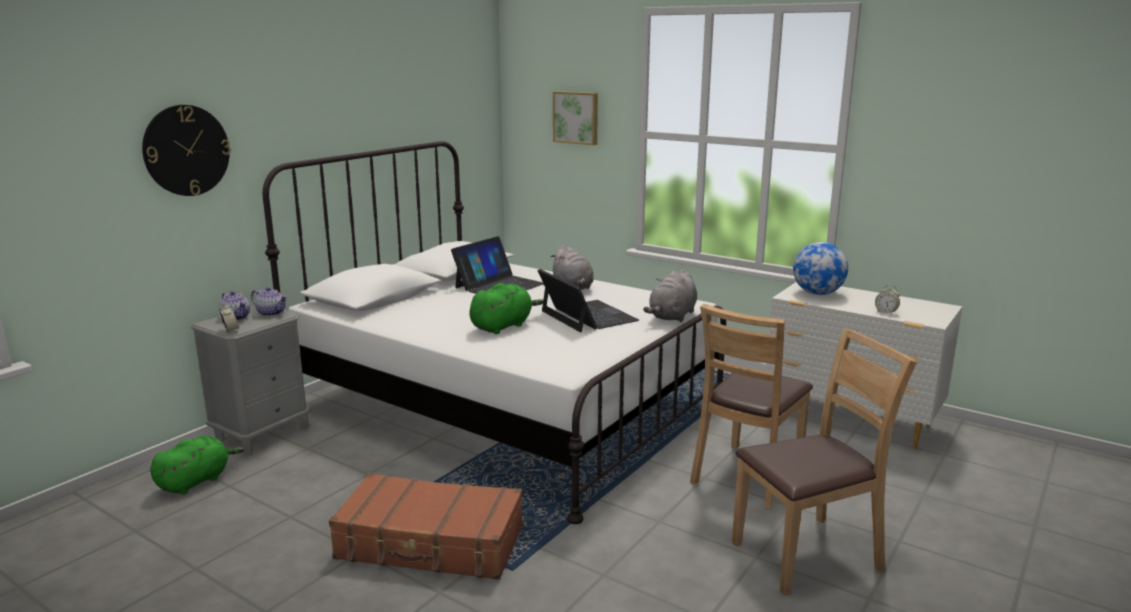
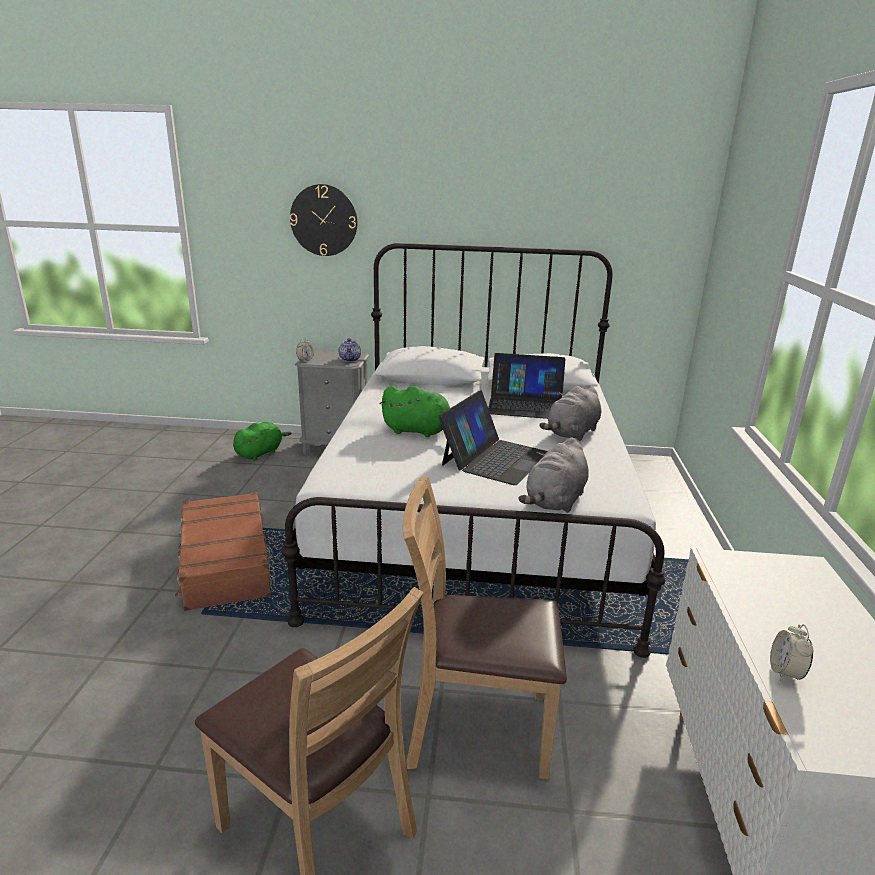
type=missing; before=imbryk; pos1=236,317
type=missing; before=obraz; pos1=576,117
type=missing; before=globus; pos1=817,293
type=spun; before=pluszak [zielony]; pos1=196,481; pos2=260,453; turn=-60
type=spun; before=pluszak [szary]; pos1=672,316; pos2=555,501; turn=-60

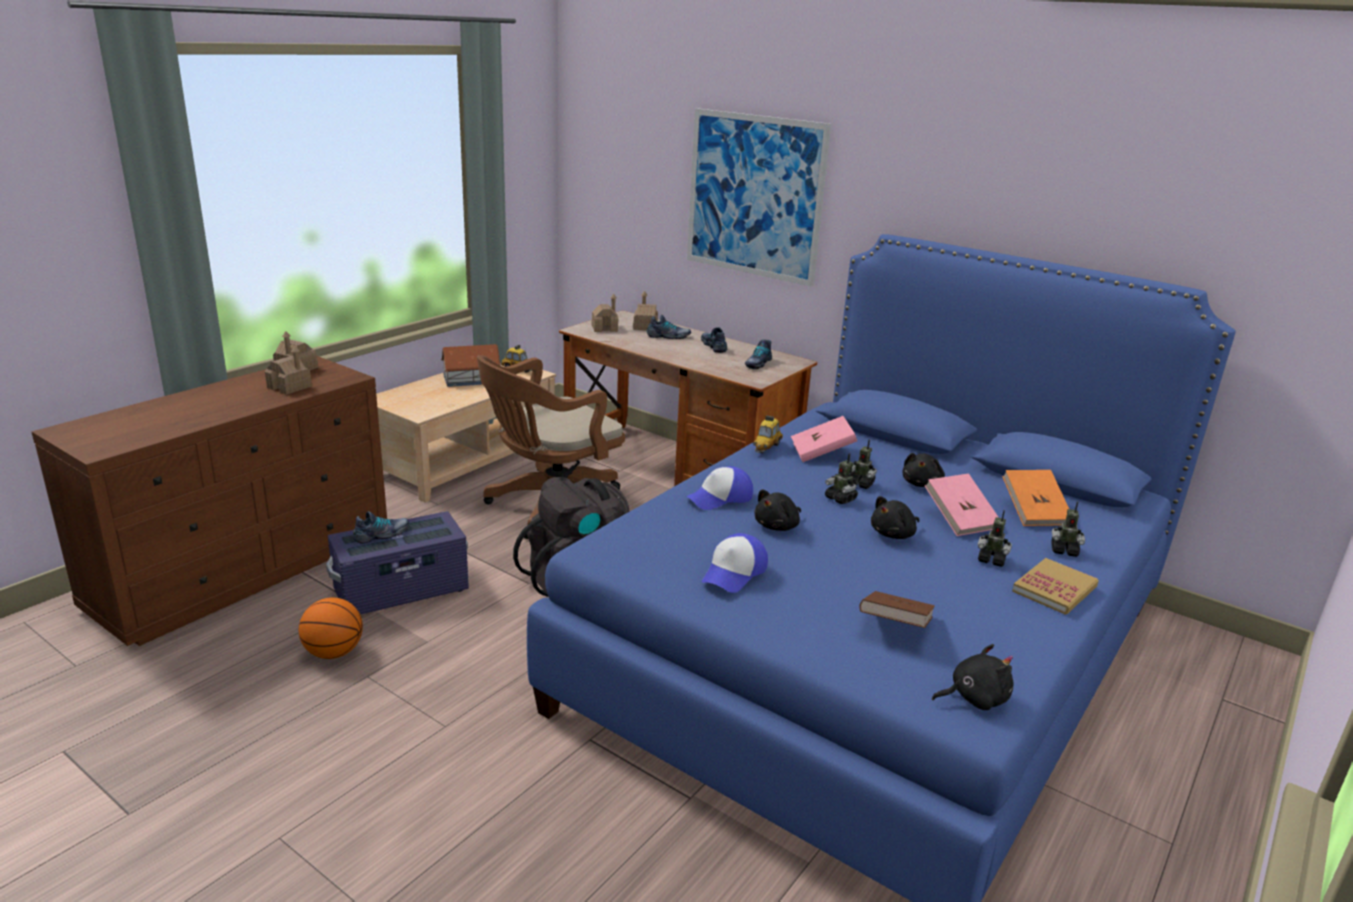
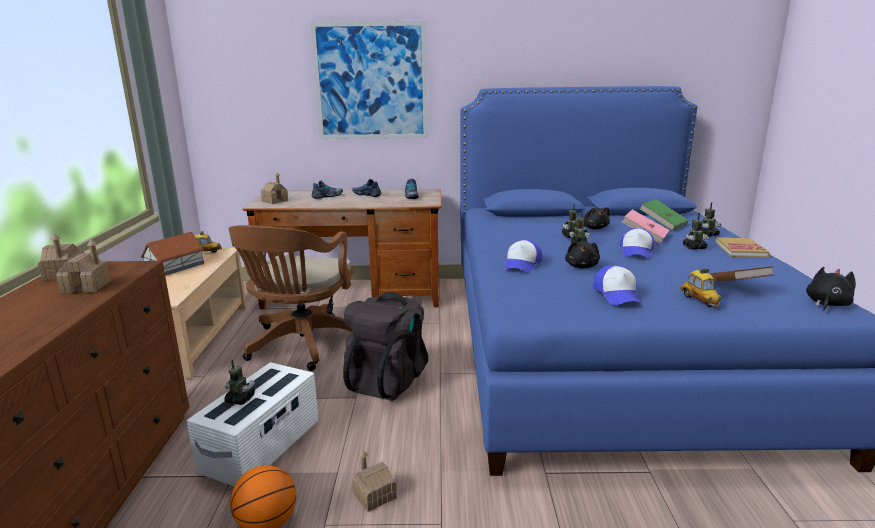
type=missing; before=książka [różowy]; pos1=821,453
type=relocated; before=domek; pos1=645,327; pos2=374,495
type=relocated; before=samochodzik; pos1=766,447; pos2=699,301
type=exchanged; before=but; after=robot zabawkowy; pos1=382,535; pos2=240,399
type=exchanged; before=pluszak [czarny]; after=czapka z daszkiem; pos1=894,534; pos2=636,251
type=colour; before=pojemnik do przechowywania [fioletowy]; after=pojemnik do przechowywania [biały]; pos1=402,591; pos2=262,447
type=colour; before=książka [pomarańczowy]; after=książka [zielony]; pos1=1034,512; pos2=662,225

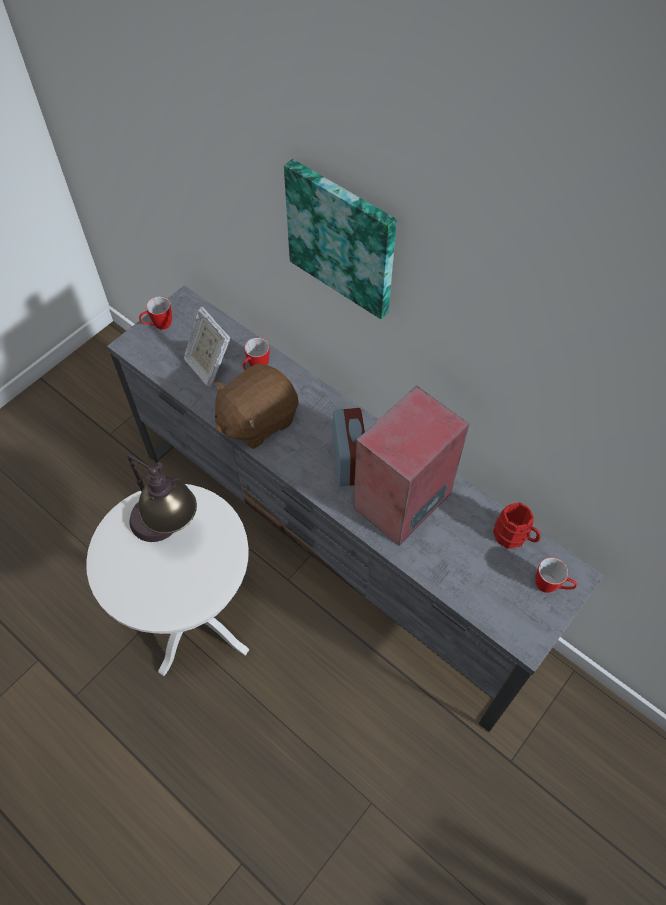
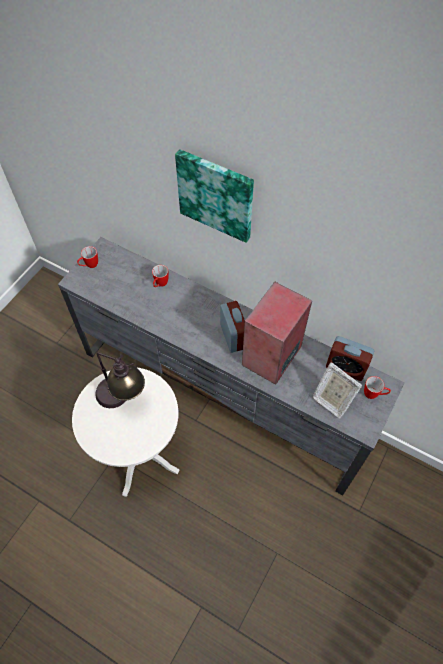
type=missing; before=pluszak [brązowy]; pos1=257,420
type=relocated; before=ramka na zdjęcie; pos1=209,365; pos2=331,400
type=exchanged; before=kubek [czerwony]; after=budzik; pos1=514,537; pos2=345,367

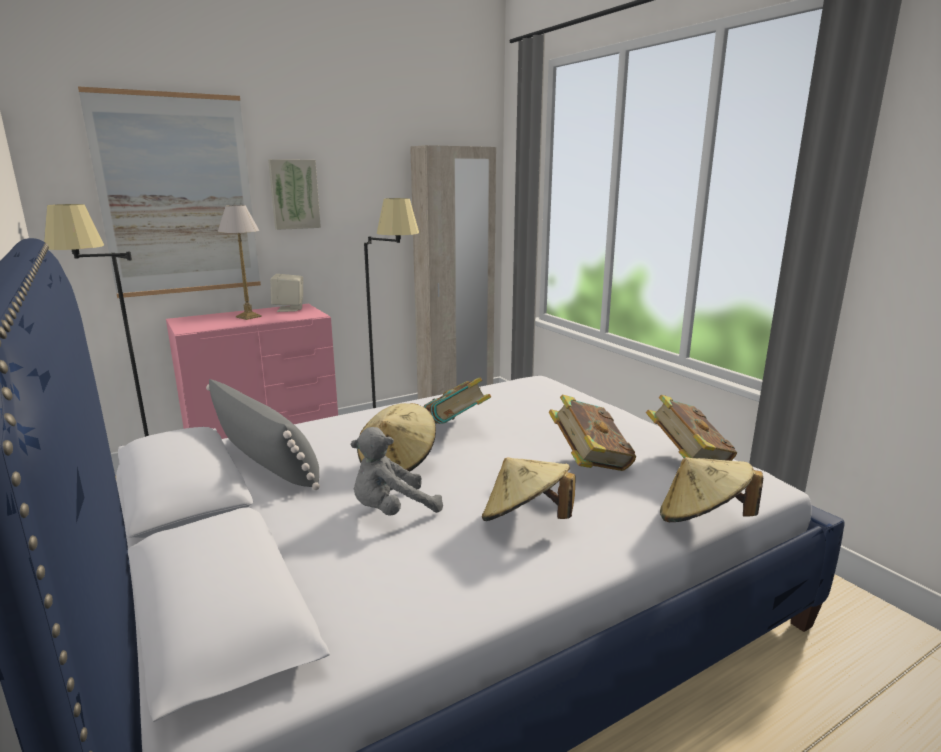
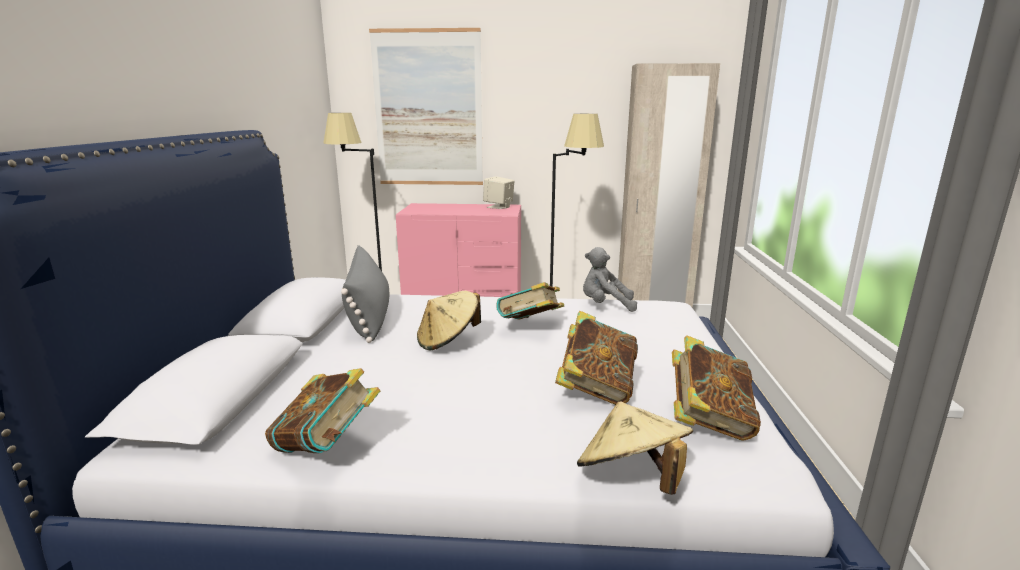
type=missing; before=lampa stołowa; pos1=248,317
type=missing; before=obraz; pos1=294,194
type=missing; before=kapelusz [beżowy]; pos1=525,520
type=appeared; after=książka; pos2=327,447
type=relocated; before=pluszak [szary]; pos1=392,510; pos2=605,305

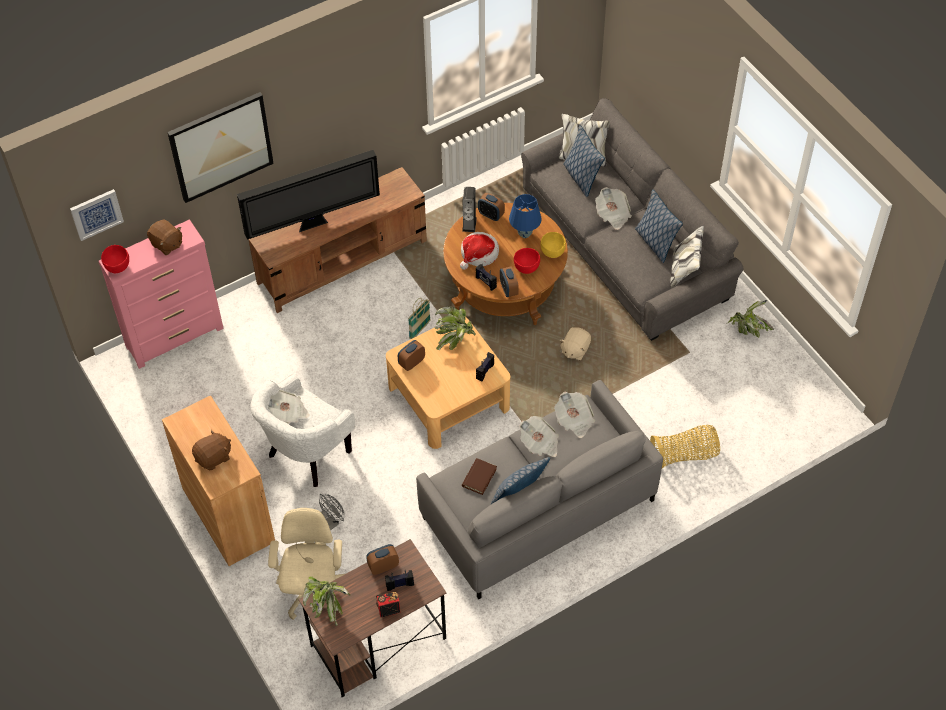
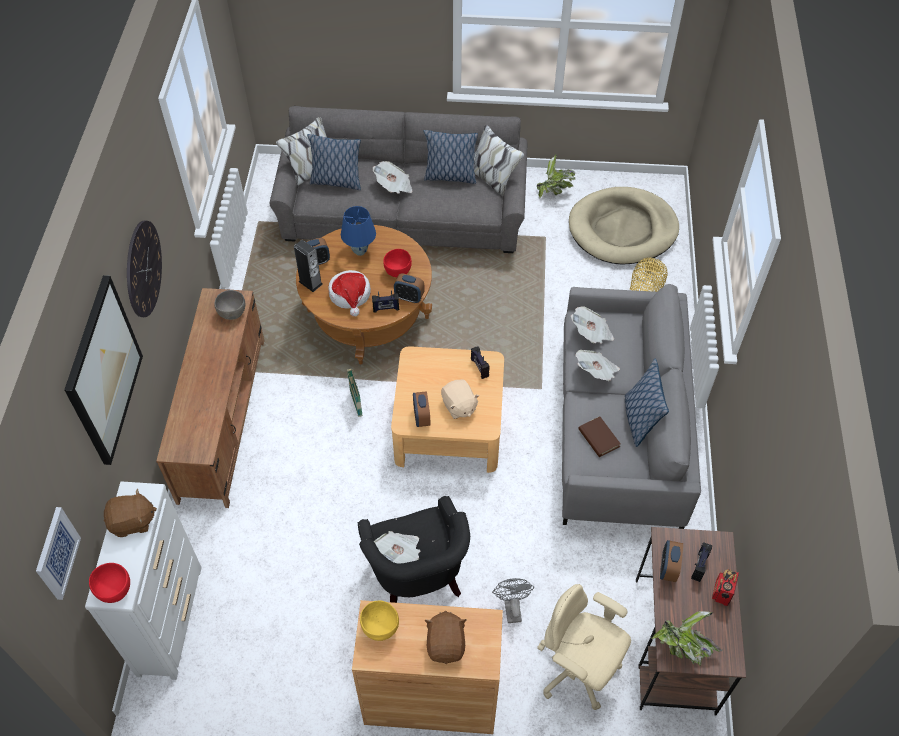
type=missing; before=telewizor; pos1=314,223
type=missing; before=roślina doniczkowa; pos1=454,338
type=appeared; after=zegar ścienny; pos2=143,269
type=appeared; after=miska [szary]; pos2=232,313
type=appeared; after=legowisko [beżowy]; pos2=622,229
type=relocated; before=miska [żółty]; pos1=552,252; pos2=380,628
type=relocated; before=pluszak [beżowy]; pos1=575,350; pos2=459,406
type=colour; before=komoda [różowy]; after=komoda [biały]; pos1=175,337; pos2=170,619
type=colour; before=fotel [biały]; after=fotel [czarny]; pos1=306,456; pos2=418,582

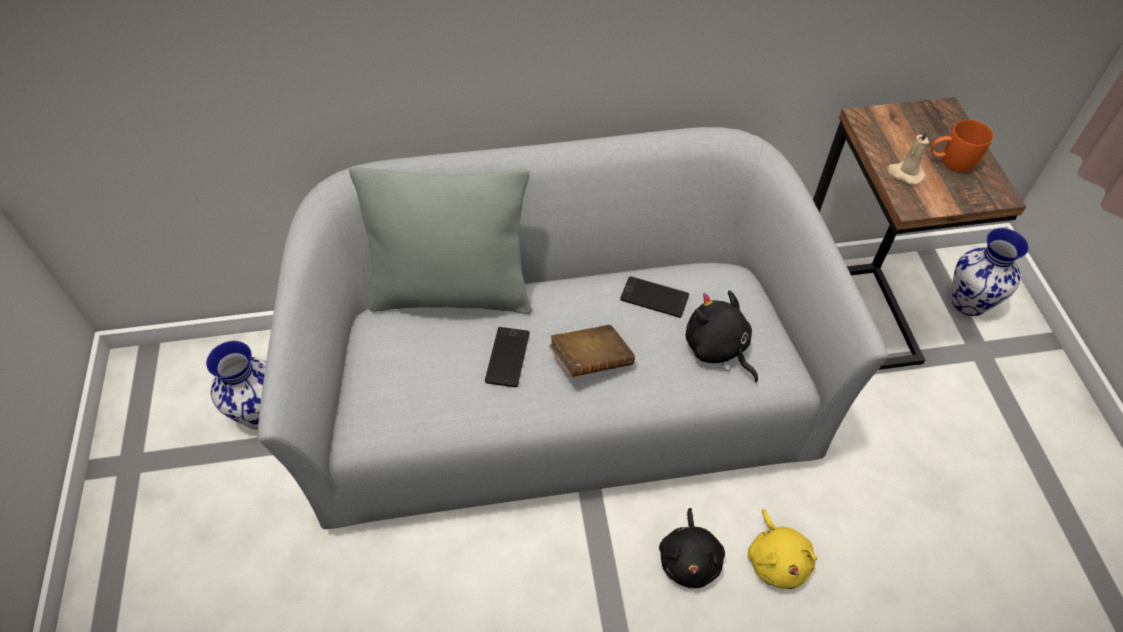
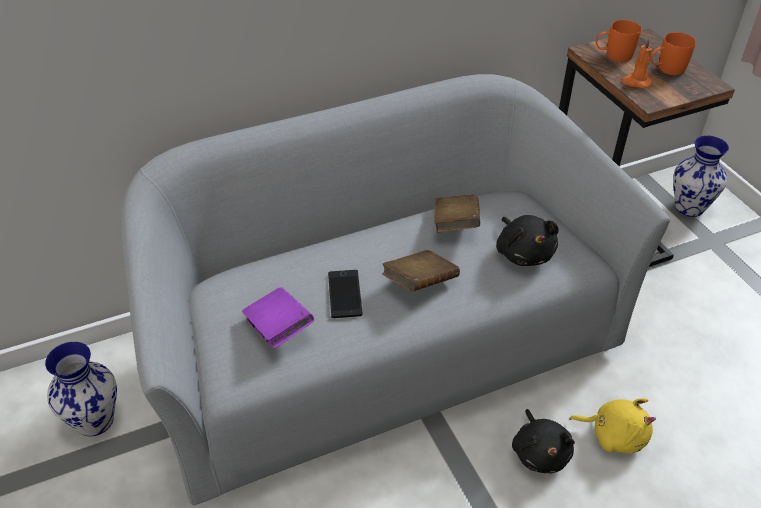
type=missing; before=poduszka [szary]; pos1=452,294
type=appeared; after=książka [fioletowy]; pos2=279,329
type=appeared; after=kubek [pomarańczowy]; pos2=613,55
type=exchanged; before=telefon; after=książka [brązowy]; pos1=654,297; pos2=455,225
type=colour; before=świeca [beżowy]; after=świeca [pomarańczowy]; pos1=904,173; pos2=635,82
type=spun; before=pluszak [czarny]; pos1=718,349; pos2=523,253; turn=-150
type=spun; before=pluszak [żółty]; pos1=777,559; pos2=614,435; turn=-45

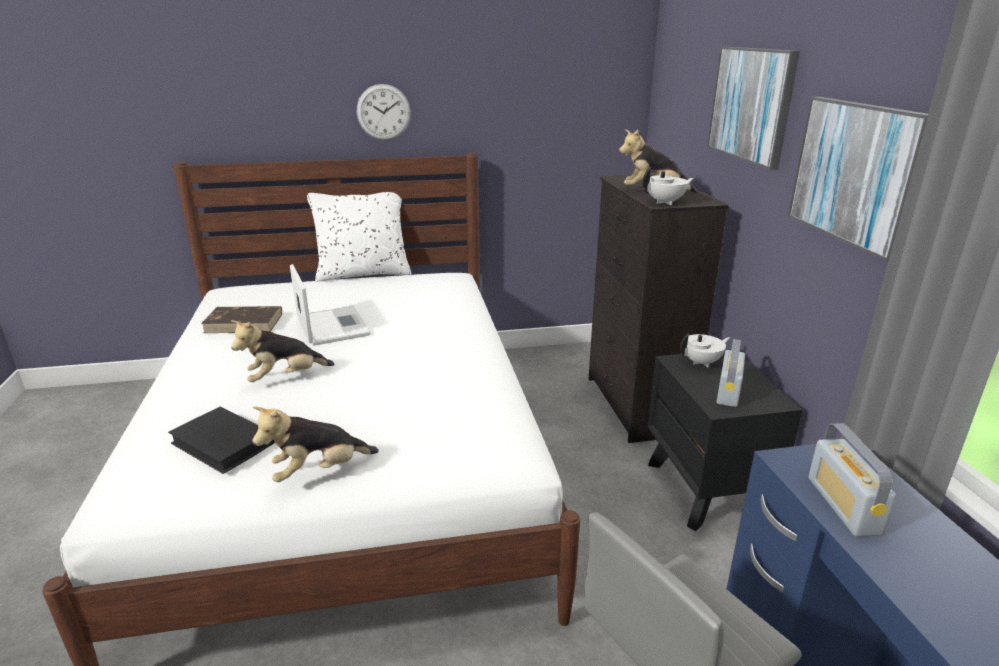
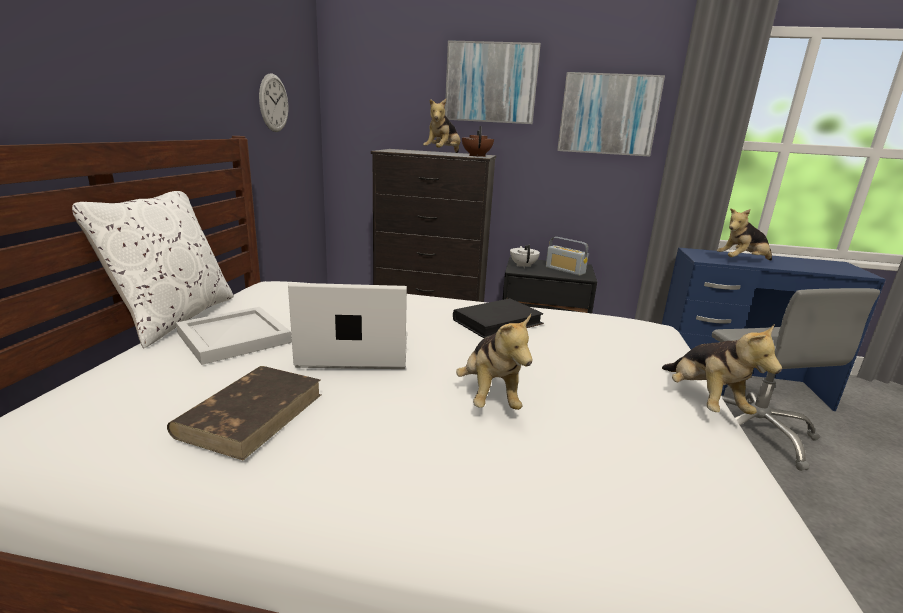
type=appeared; after=taca [biały]; pos2=233,338
type=relocated; before=książka [czarny]; pos1=224,443; pos2=498,322
type=relocated; before=zegar ścienny; pos1=383,112; pos2=273,103
type=exchanged; before=radio; after=pluszak; pos1=843,505; pos2=742,261
type=colour; before=imbryk [biały]; after=imbryk [brązowy]; pos1=665,202; pos2=477,156

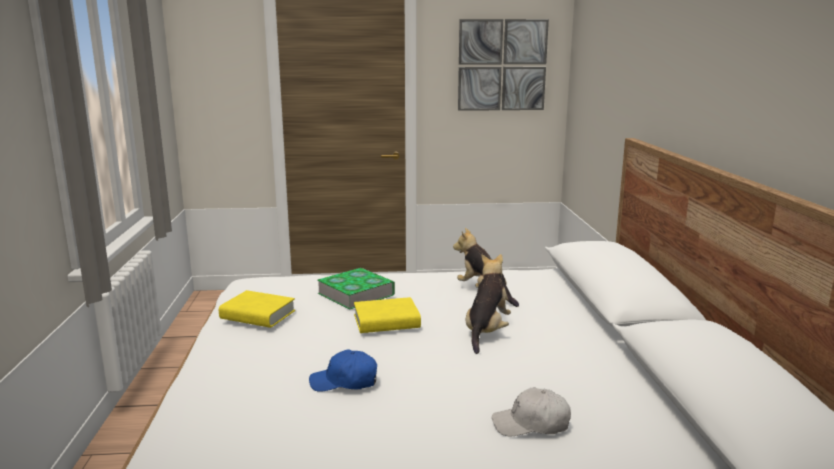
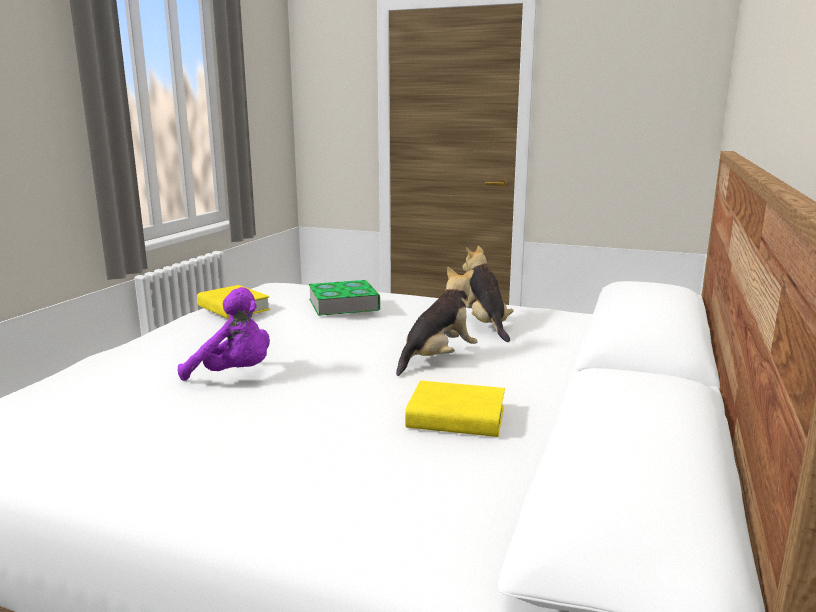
type=missing; before=obraz; pos1=502,65
type=missing; before=czapka z daszkiem [biały]; pos1=531,424
type=relocated; before=książka [żółty]; pos1=386,321; pos2=456,418
type=exchanged; before=czapka z daszkiem [niebieski]; after=pluszak [fioletowy]; pos1=344,382; pos2=234,375

